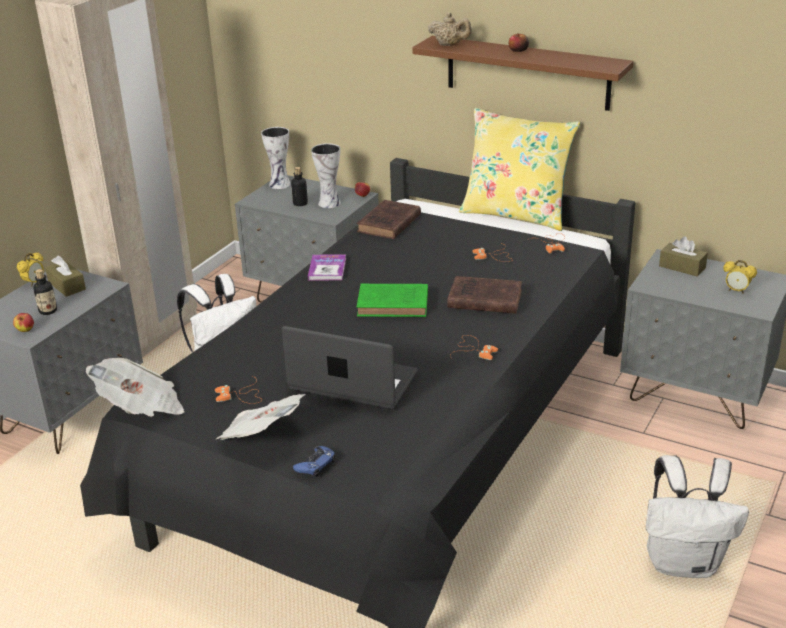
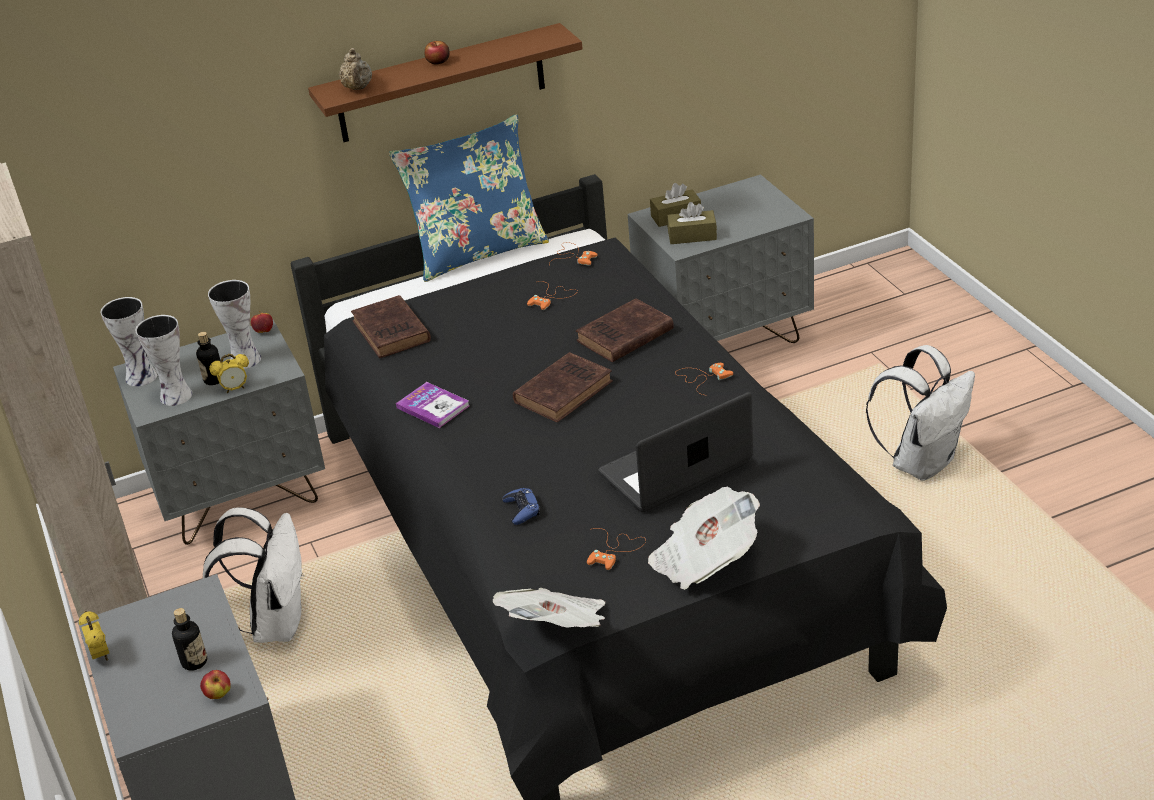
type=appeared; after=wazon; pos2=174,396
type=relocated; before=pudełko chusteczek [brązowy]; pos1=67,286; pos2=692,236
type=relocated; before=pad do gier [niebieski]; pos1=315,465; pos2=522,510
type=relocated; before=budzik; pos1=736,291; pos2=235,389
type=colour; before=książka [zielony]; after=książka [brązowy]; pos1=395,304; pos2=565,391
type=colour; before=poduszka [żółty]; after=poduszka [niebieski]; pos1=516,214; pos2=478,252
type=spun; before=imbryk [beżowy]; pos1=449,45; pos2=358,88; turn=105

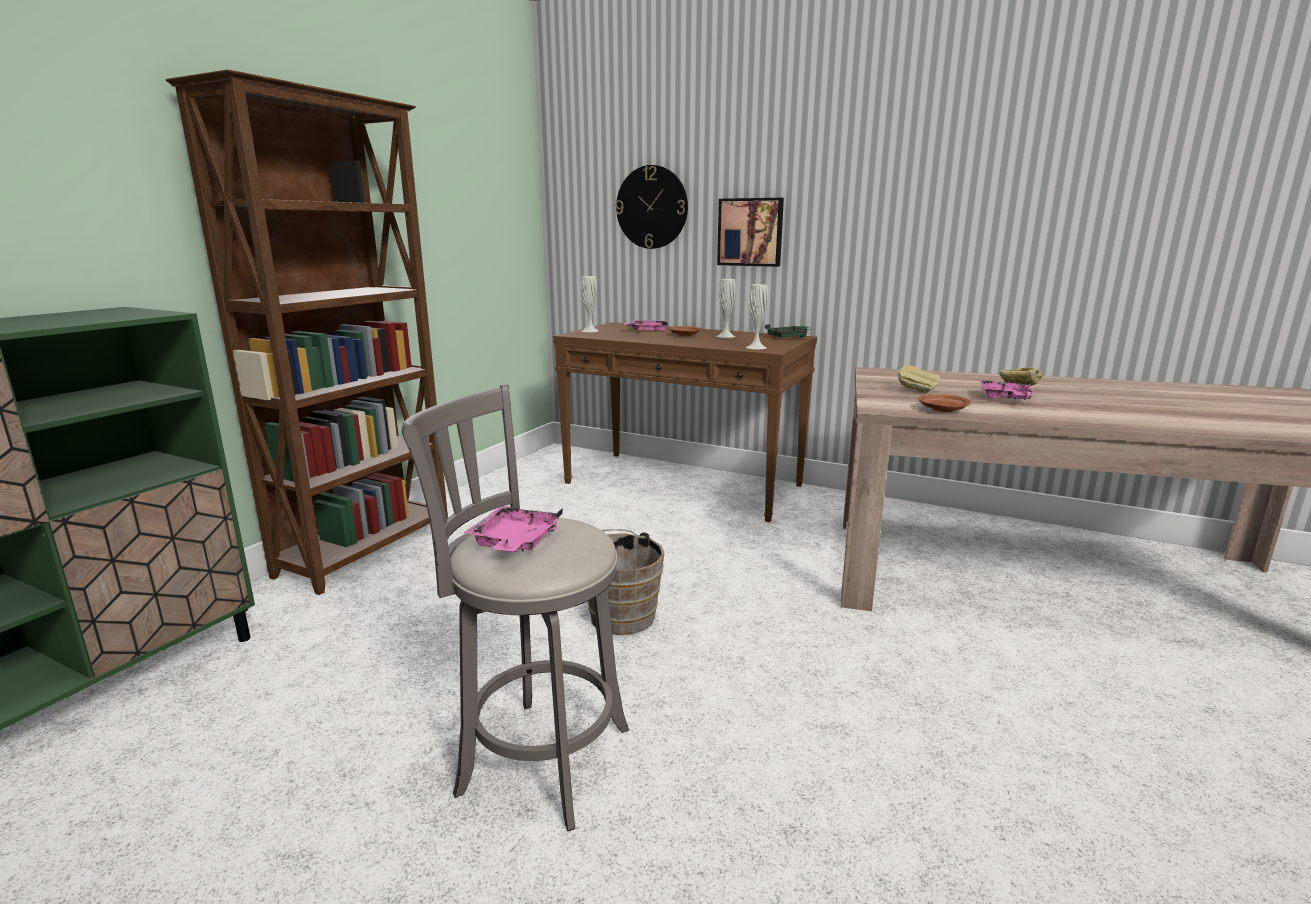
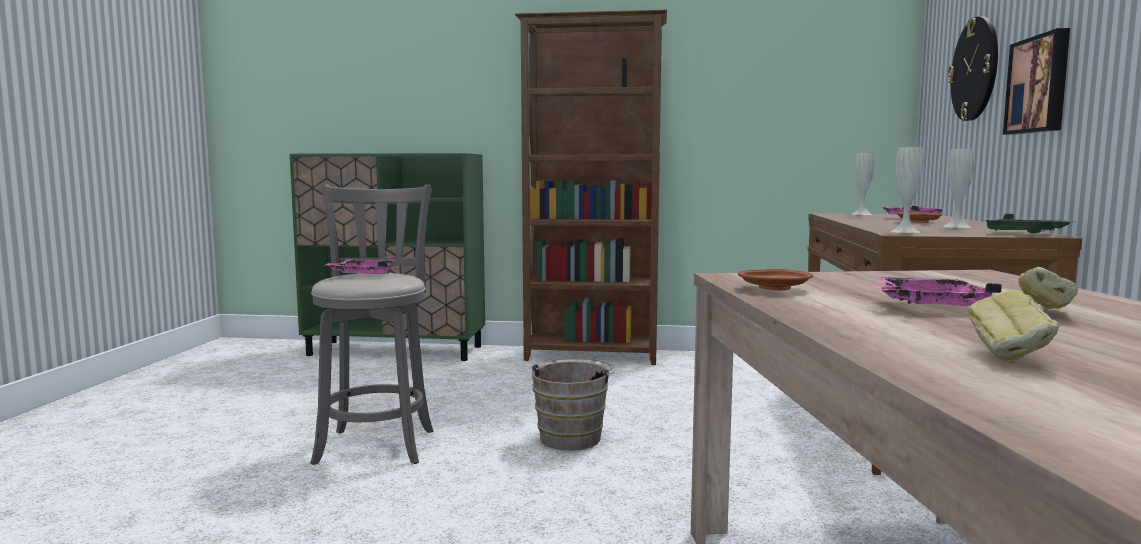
type=relocated; before=chleb; pos1=917,391; pos2=1009,357

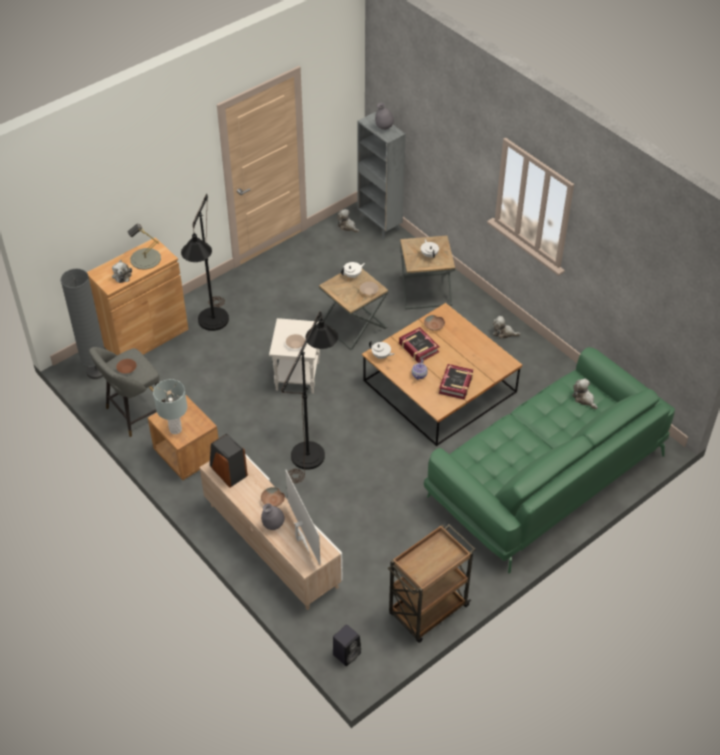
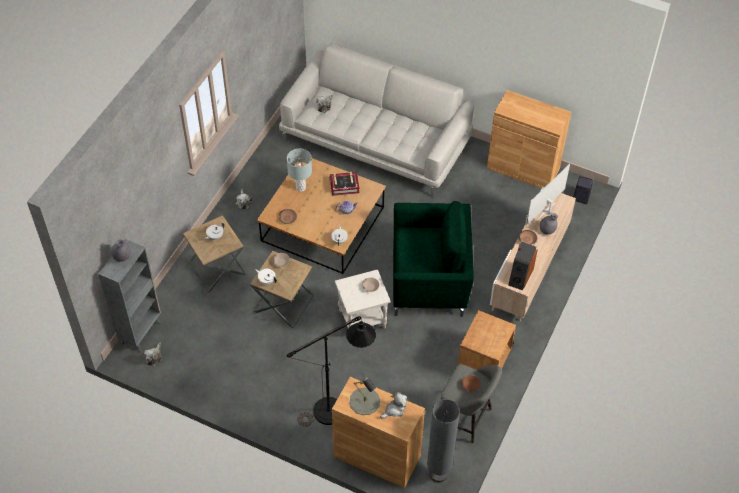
type=missing; before=książka; pos1=418,348
type=relocated; before=lampa stołowa [szary]; pos1=175,429; pos2=300,187
type=exchanged; before=lampa stojąca [czarny]; after=fotel [zielony]; pos1=312,449; pos2=430,280
type=exchanged; before=wózek [brązowy]; after=szafka [brązowy]; pos1=427,611; pos2=523,168
type=colour; before=kanapa [zielony]; after=kanapa [biały]; pos1=545,477; pos2=376,140

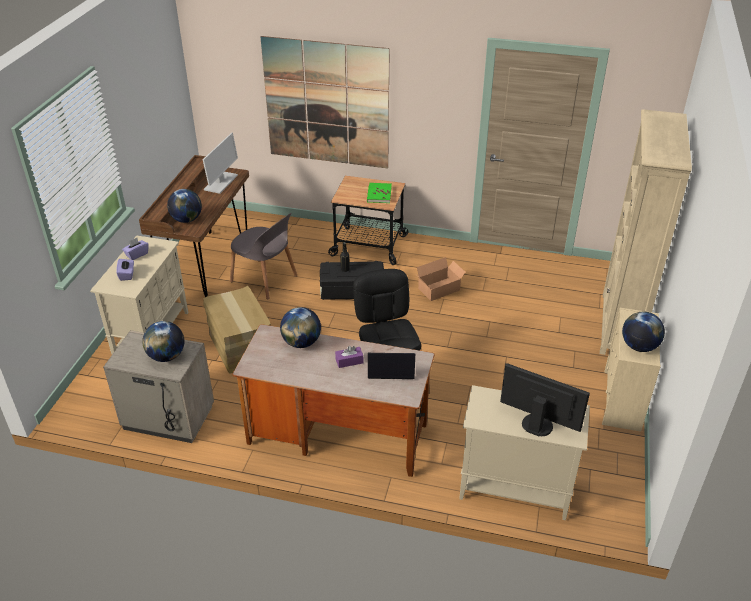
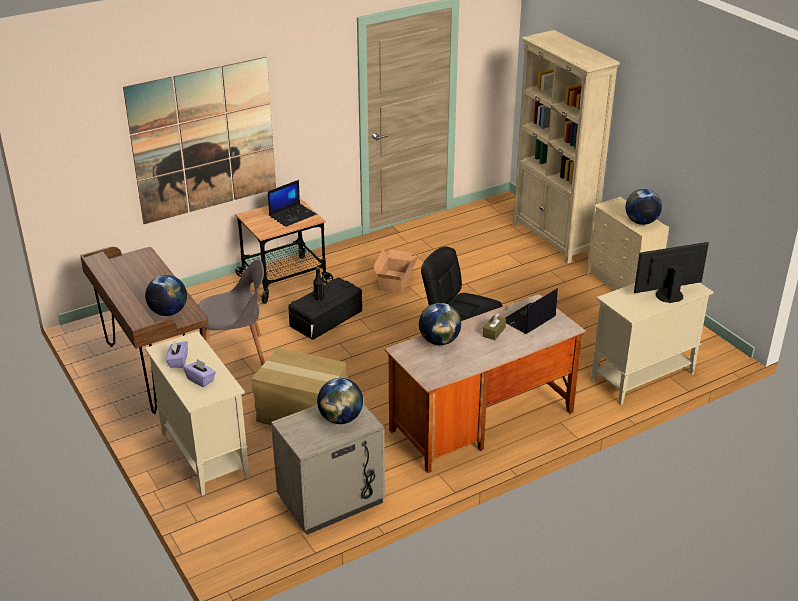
type=missing; before=monitor; pos1=221,183
type=exchanged; before=książka [zielony]; after=laptop; pos1=379,194; pos2=292,215
type=colour; before=pudełko chusteczek [fioletowy]; after=pudełko chusteczek [brązowy]; pos1=349,361; pos2=494,332

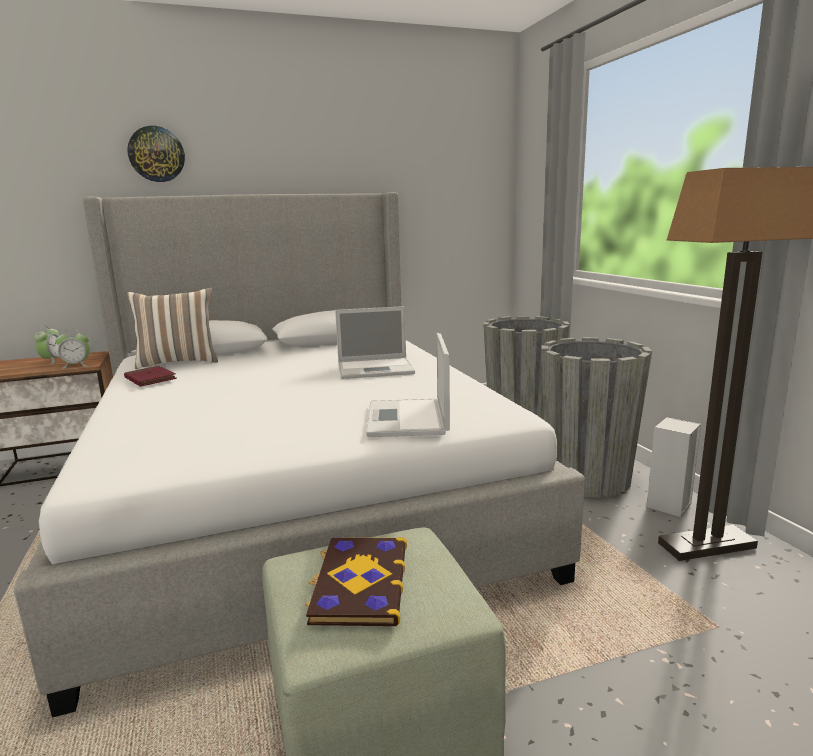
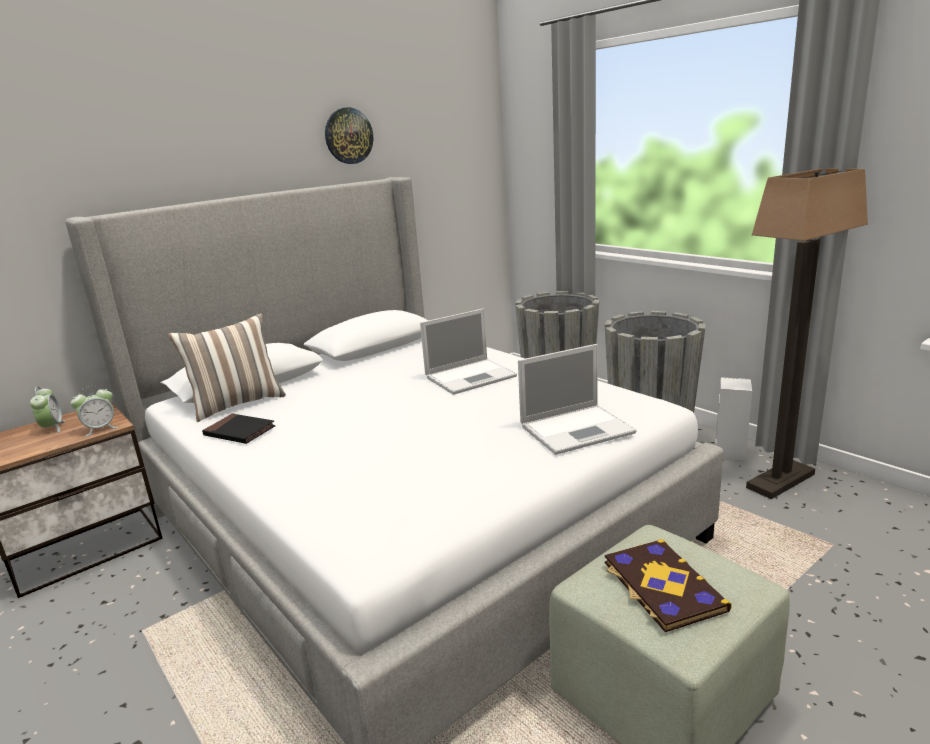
type=relocated; before=zegar ścienny; pos1=156,154; pos2=348,136
type=colour; before=książka [czerwony]; after=książka [czarny]; pos1=150,379; pos2=239,432
type=spun; before=laptop; pos1=408,419; pos2=578,429; turn=-90

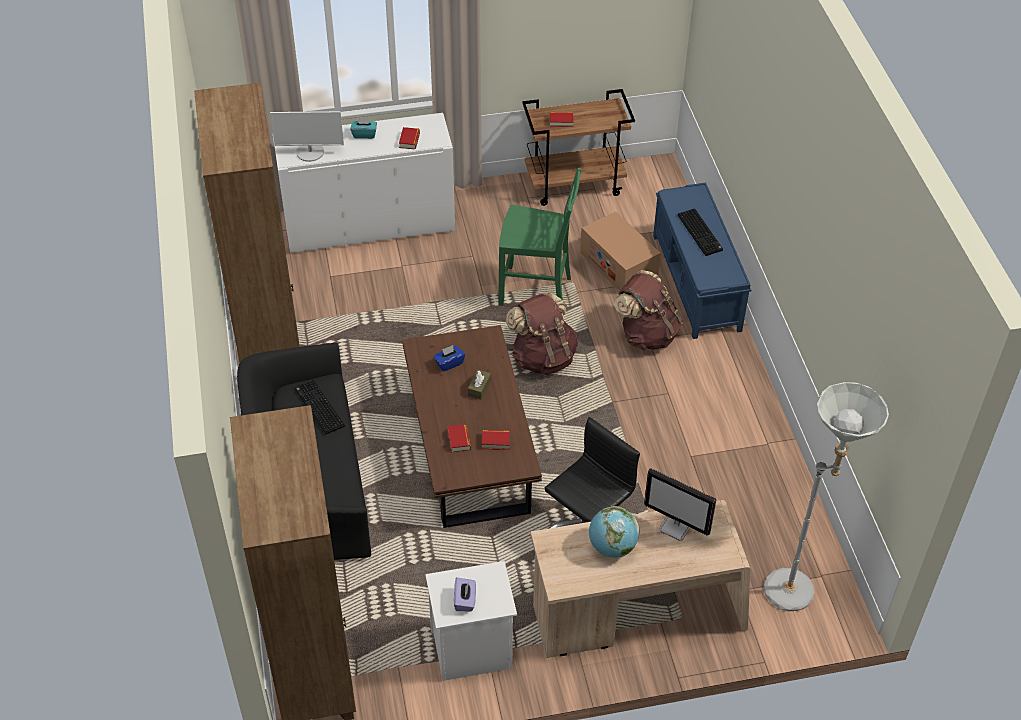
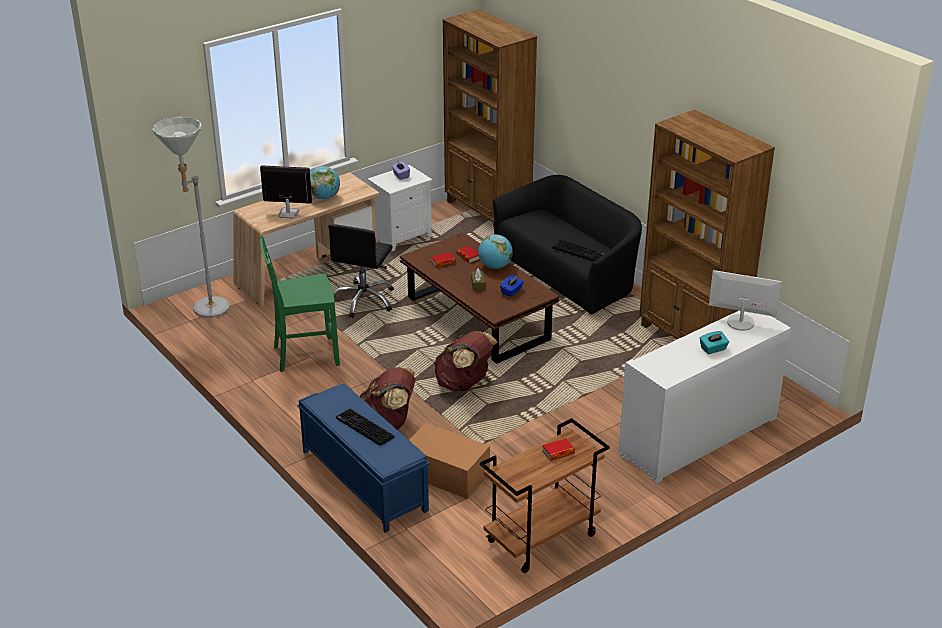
type=missing; before=książka; pos1=409,140
type=appeared; after=globus; pos2=495,266
type=relocated; before=krzesło [zielony]; pos1=536,291; pos2=304,355
type=spun; before=monitor; pos1=310,152; pos2=740,322; turn=45

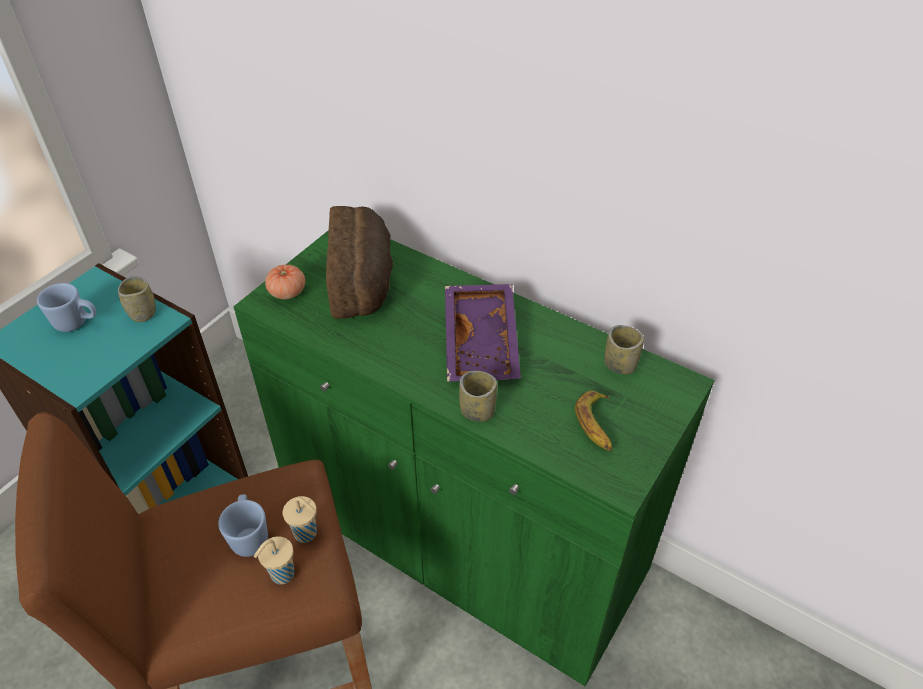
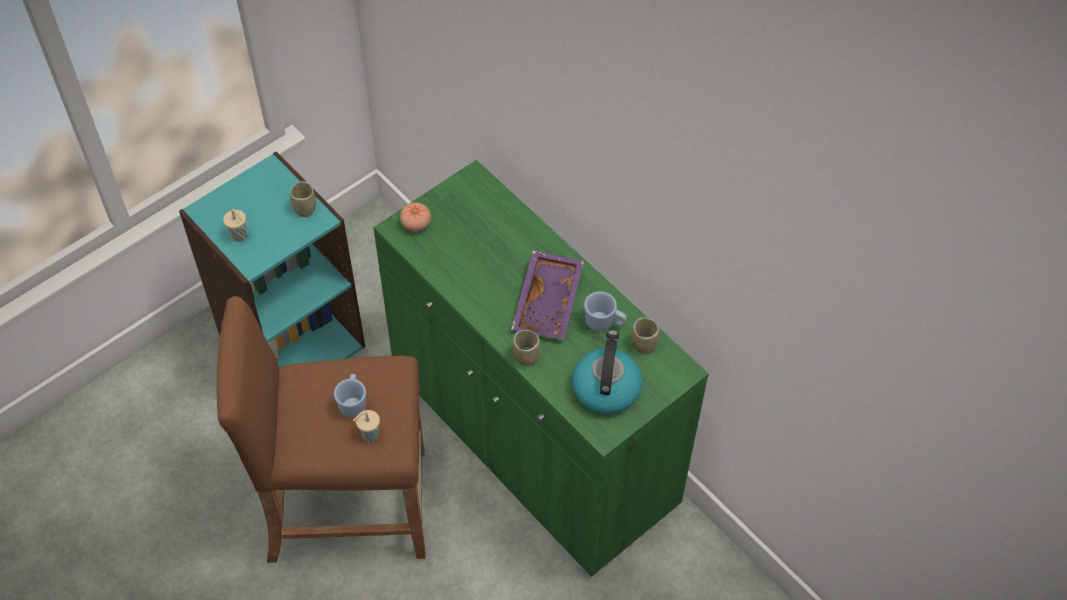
type=missing; before=chleb; pos1=363,281
type=relocated; before=kubek [niebieski]; pos1=77,323; pos2=604,324
type=relocated; before=filiżanka [beżowy]; pos1=307,534; pos2=240,236
type=exchanged; before=banan; after=czajnik; pos1=596,425; pos2=606,387

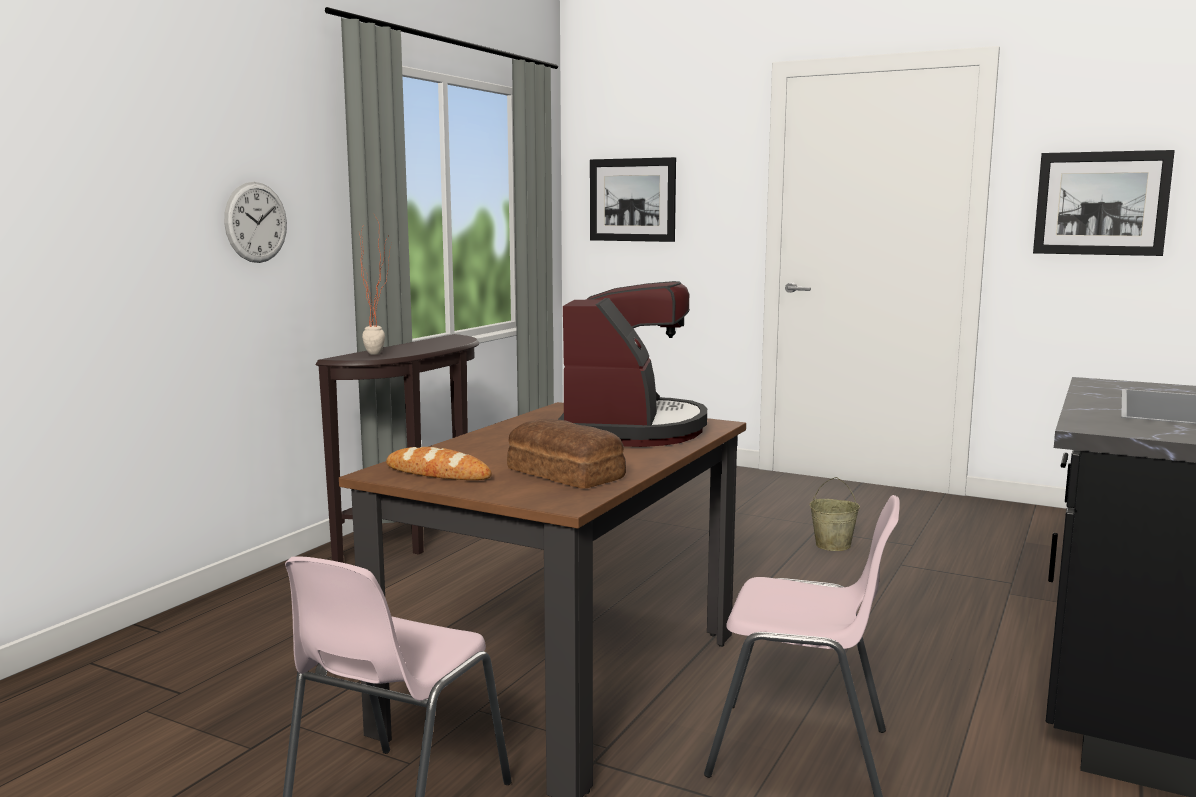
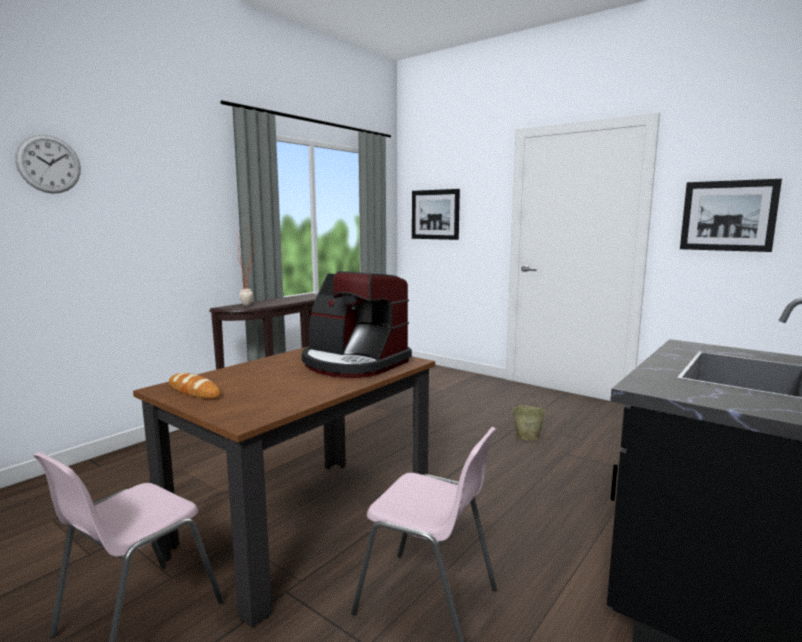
type=missing; before=chleb; pos1=565,474
type=relocated; before=zegar ścienny; pos1=256,222; pos2=49,164
type=spun; before=ekspres do kawy; pos1=631,430; pos2=353,363; turn=105

